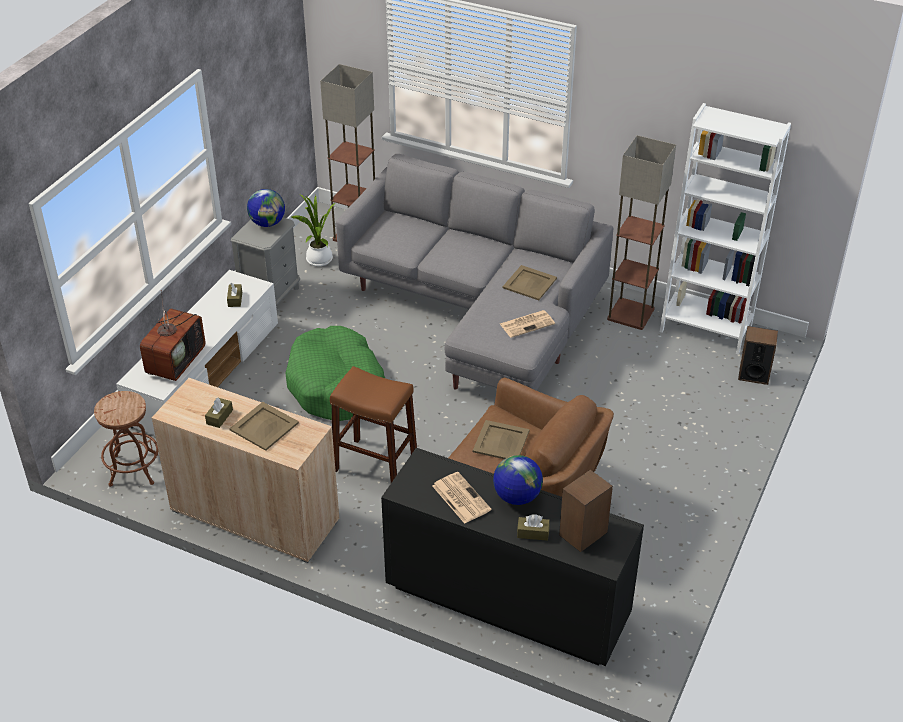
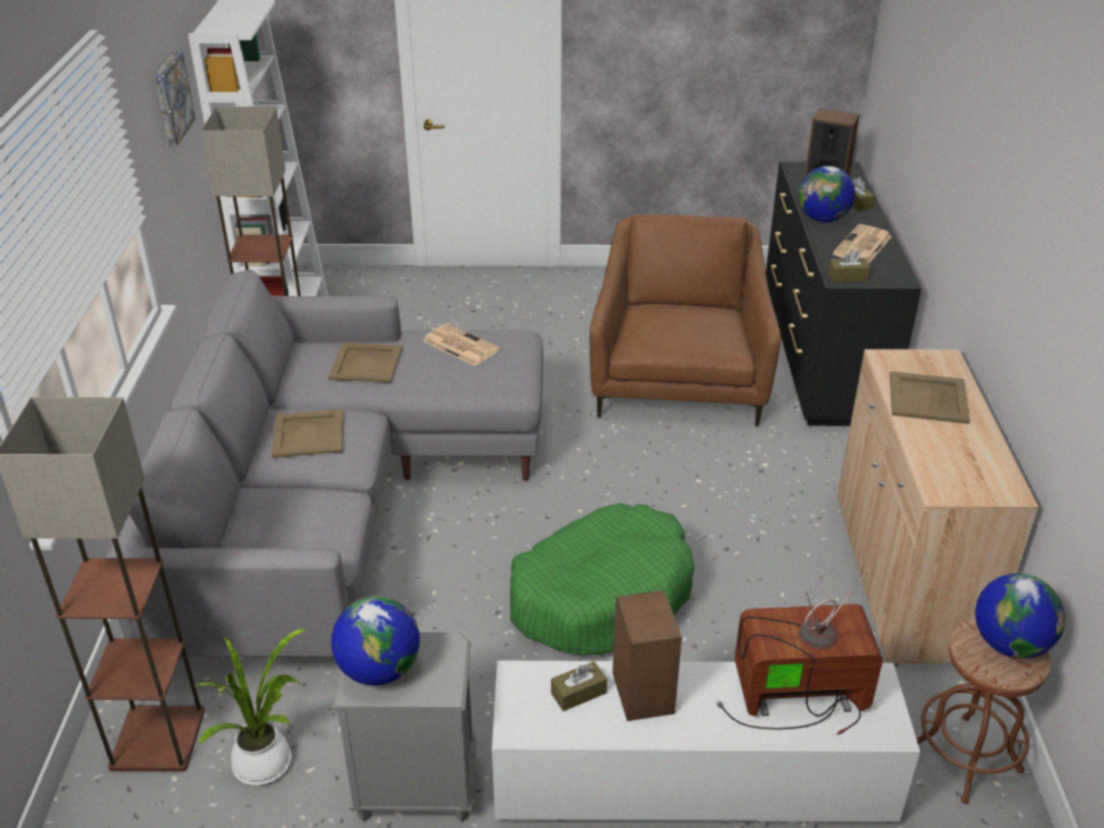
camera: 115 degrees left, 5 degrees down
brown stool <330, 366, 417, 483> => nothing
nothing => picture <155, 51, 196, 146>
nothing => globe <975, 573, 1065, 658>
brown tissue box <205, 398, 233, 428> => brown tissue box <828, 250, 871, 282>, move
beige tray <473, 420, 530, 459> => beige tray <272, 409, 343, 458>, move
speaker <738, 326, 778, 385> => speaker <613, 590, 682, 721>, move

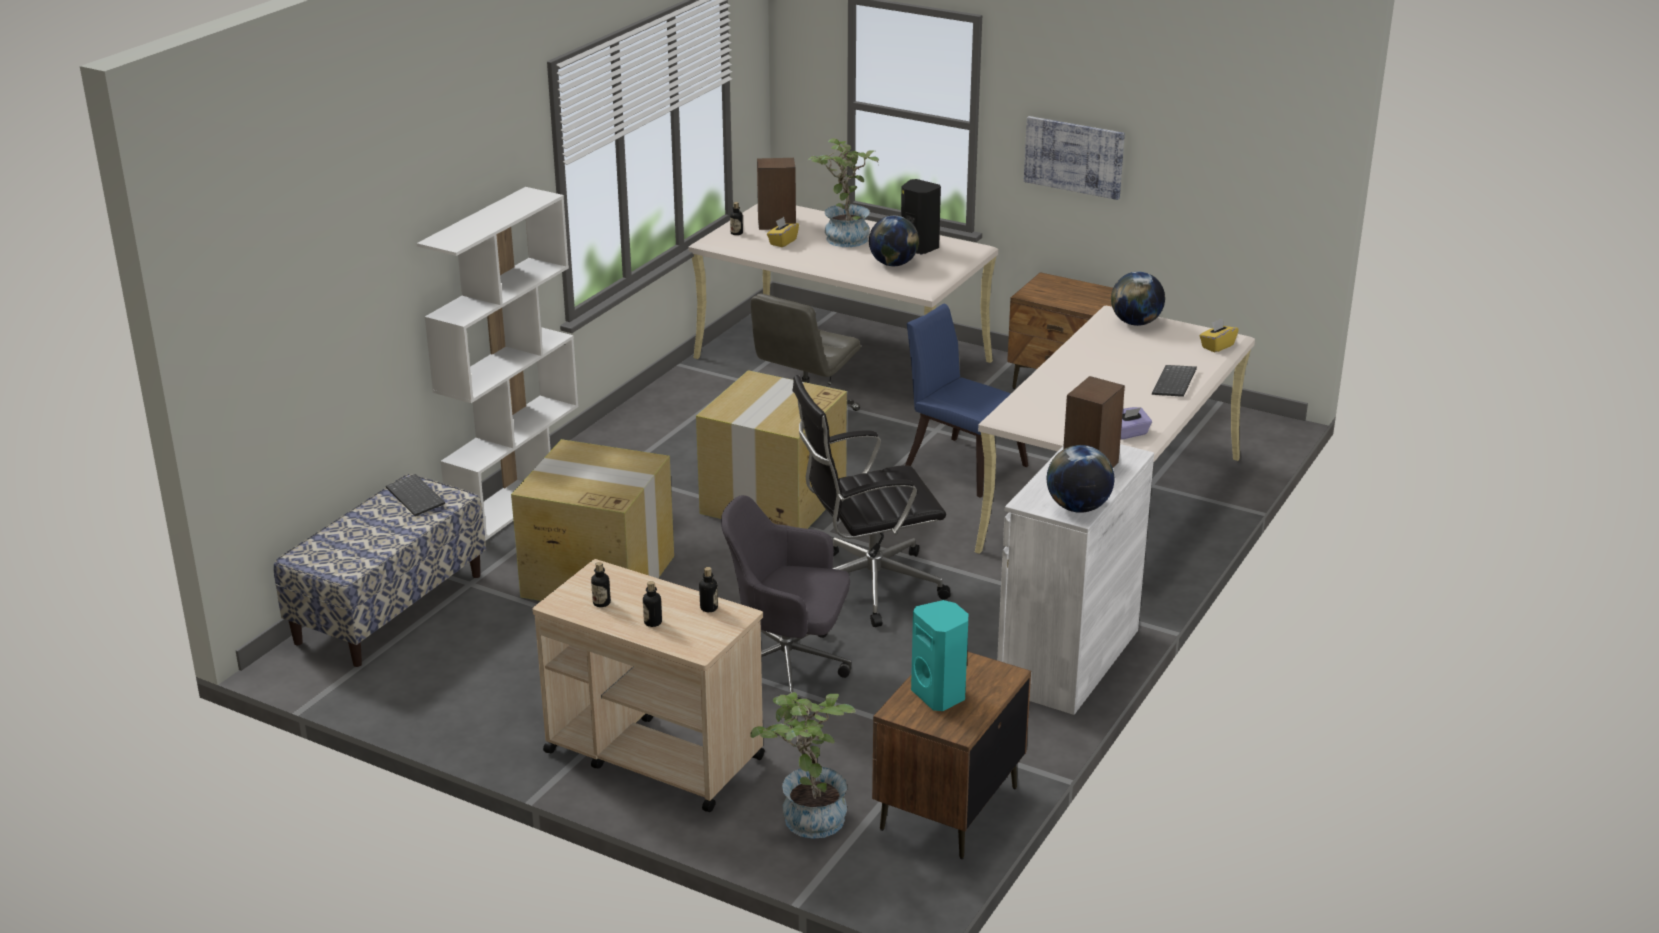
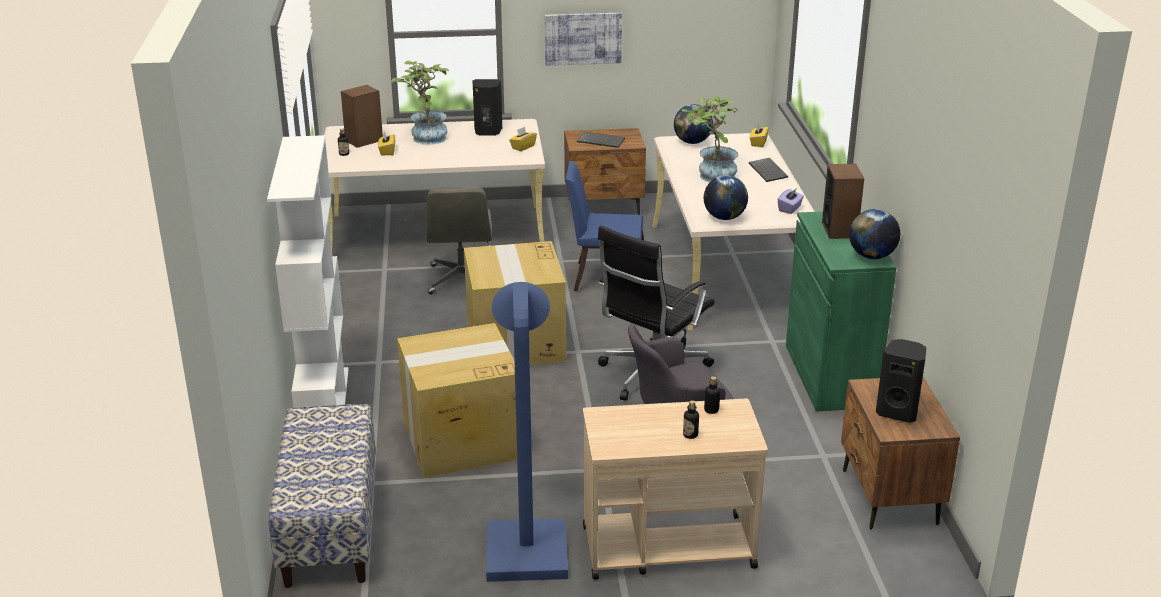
camera: 35 degrees left, 0 degrees up
bottle <591, 562, 611, 607> => nothing
nothing => blue floor lamp <486, 282, 568, 582>
nothing => yellow tissue box <509, 127, 537, 151>
keyboard <386, 474, 445, 516> => keyboard <577, 132, 625, 148>, move
potted plant <751, 692, 856, 839> => potted plant <681, 96, 738, 182>, move
globe <869, 216, 919, 266> => globe <704, 175, 748, 220>, move
turquoise speaker <911, 600, 968, 711> => black speaker <876, 339, 926, 423>
white cabinet <997, 444, 1154, 715> => green cabinet <786, 211, 896, 411>

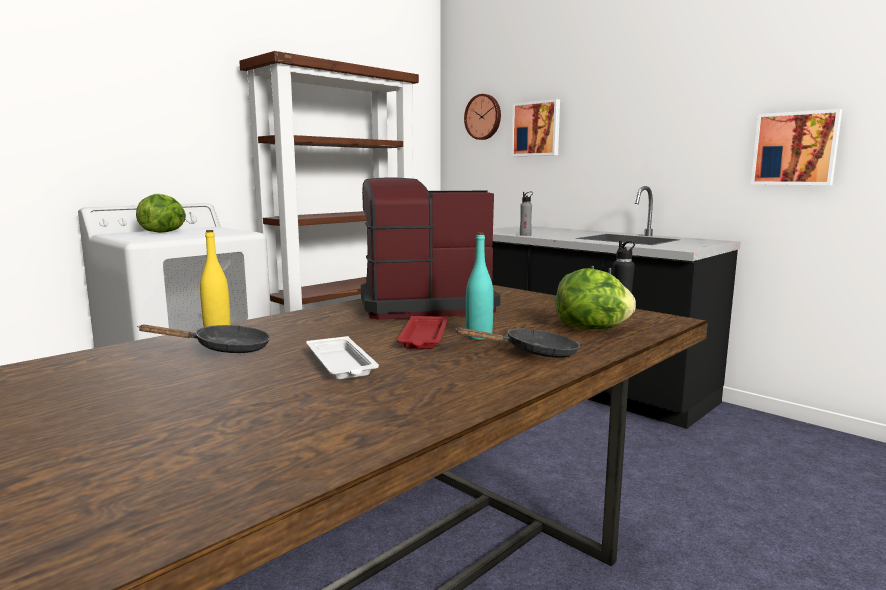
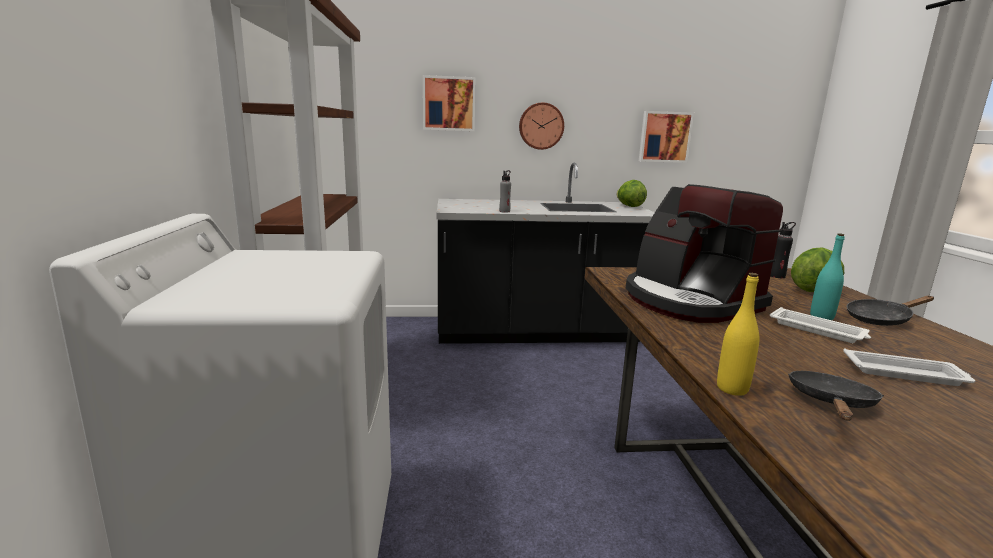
camera: 50 degrees left, 5 degrees up
lettuce <136, 194, 186, 233> => lettuce <617, 180, 647, 207>, move
wall clock <464, 94, 501, 140> => wall clock <519, 102, 564, 150>, move
red tray <397, 316, 448, 349> => white tray <770, 307, 871, 343>
coffee machine <361, 177, 500, 320> => coffee machine <626, 184, 783, 323>, 60 degrees counterclockwise
black frying pan <455, 328, 580, 358> => black frying pan <846, 296, 934, 326>, 135 degrees counterclockwise

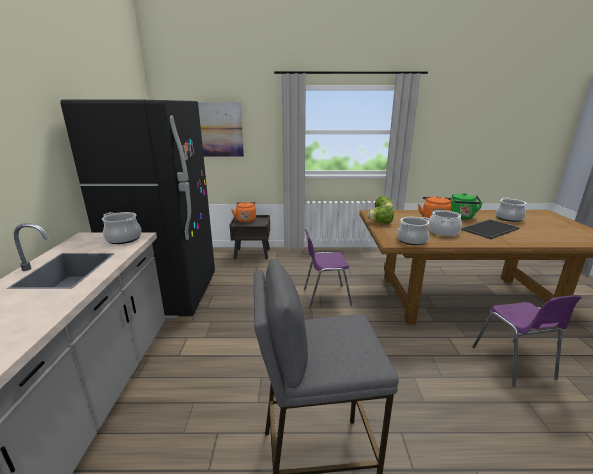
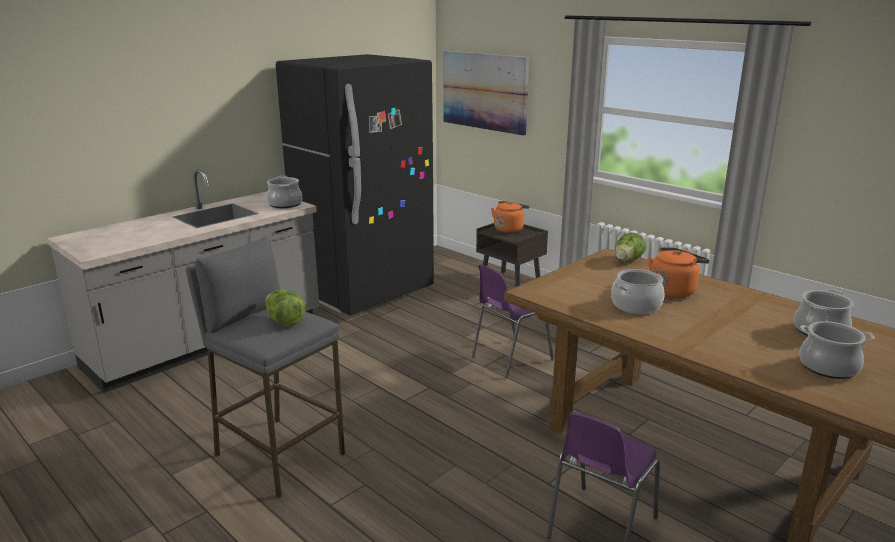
camera: 45 degrees right, 0 degrees up
green kettle <450, 193, 483, 219> => nothing
tray <461, 219, 519, 239> => nothing
lettuce <367, 206, 394, 224> => lettuce <265, 290, 305, 327>, move
cooking pot <397, 217, 430, 245> => cooking pot <799, 321, 874, 379>, move
purple chair <304, 229, 352, 308> => purple chair <472, 264, 554, 378>, 75 degrees counterclockwise

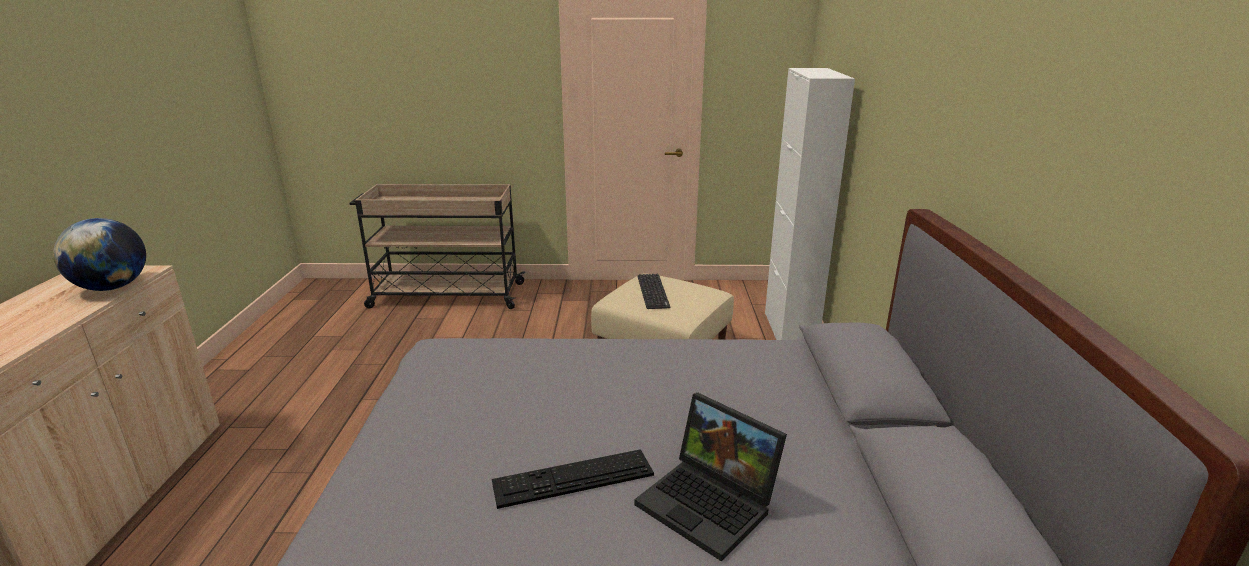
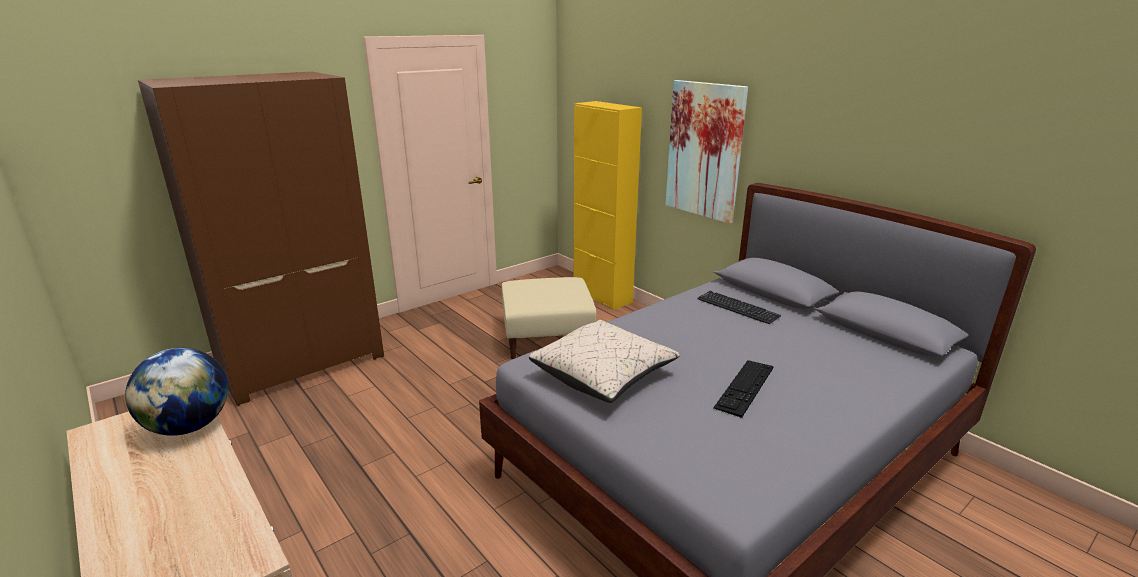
camera: 40 degrees left, 0 degrees up
laptop <634, 393, 787, 562> => nothing
nothing => beige pillow <529, 320, 680, 403>
nothing => picture <665, 80, 748, 224>
keyboard <637, 274, 671, 309> => keyboard <697, 291, 781, 324>, move
beige cart <350, 184, 526, 309> => brown wardrobe <138, 72, 384, 406>
white cabinet <765, 68, 855, 340> => yellow cabinet <574, 101, 642, 310>

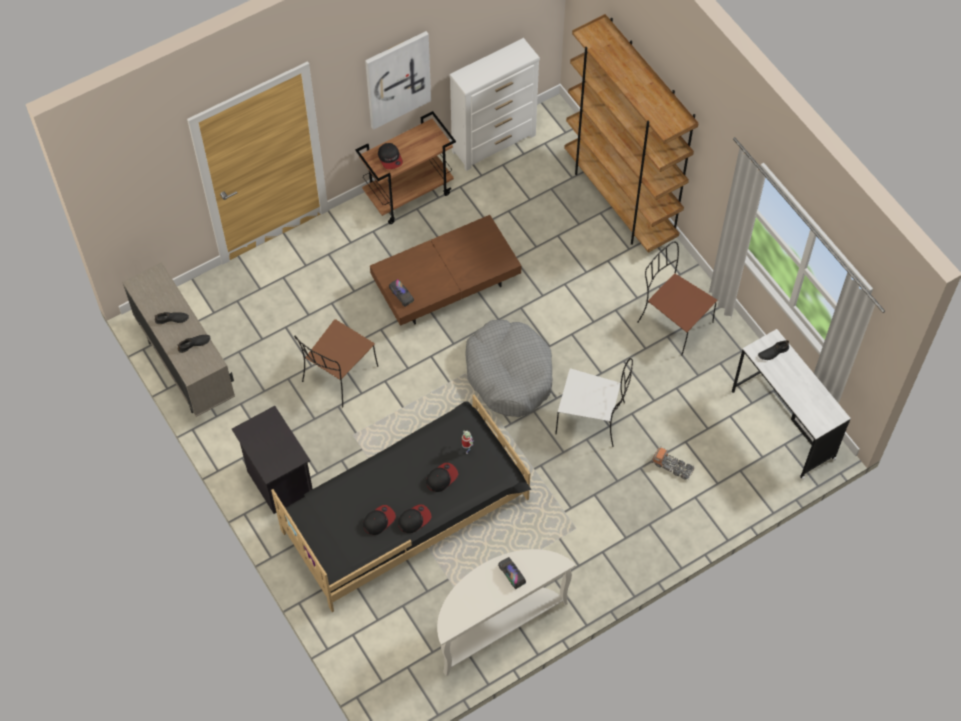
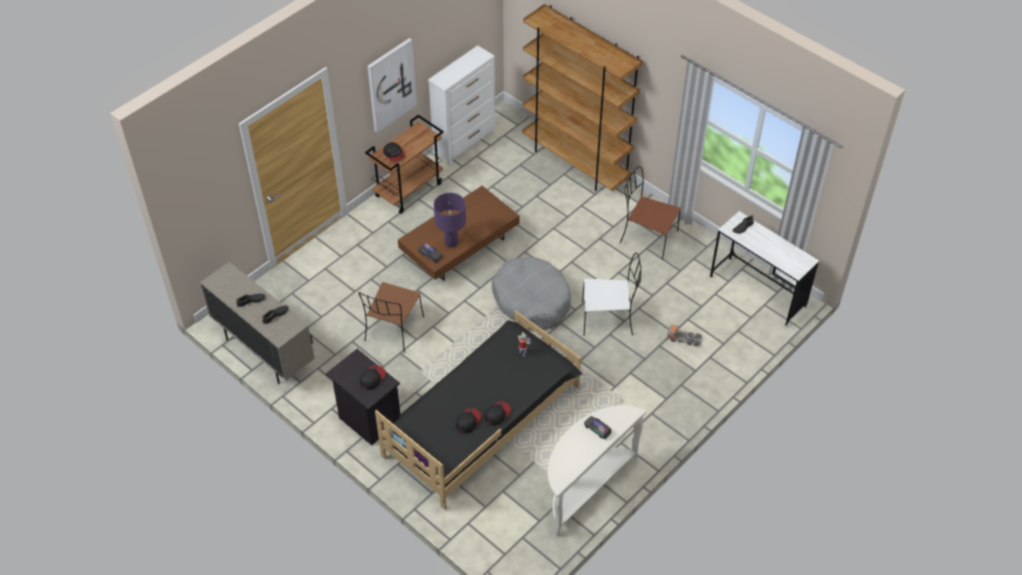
camera: 15 degrees left, 10 degrees down
nothing => purple table lamp <434, 193, 466, 247>
cap <426, 463, 458, 492> => cap <360, 365, 386, 390>, move

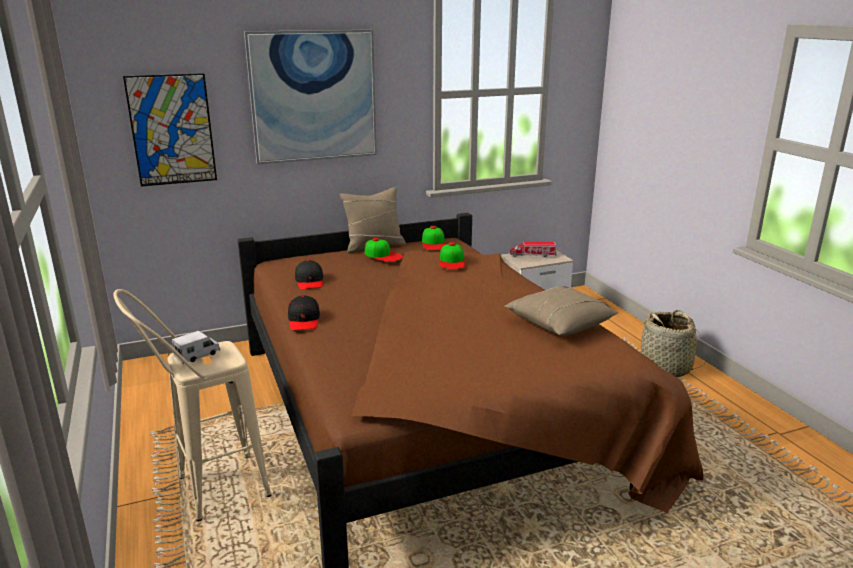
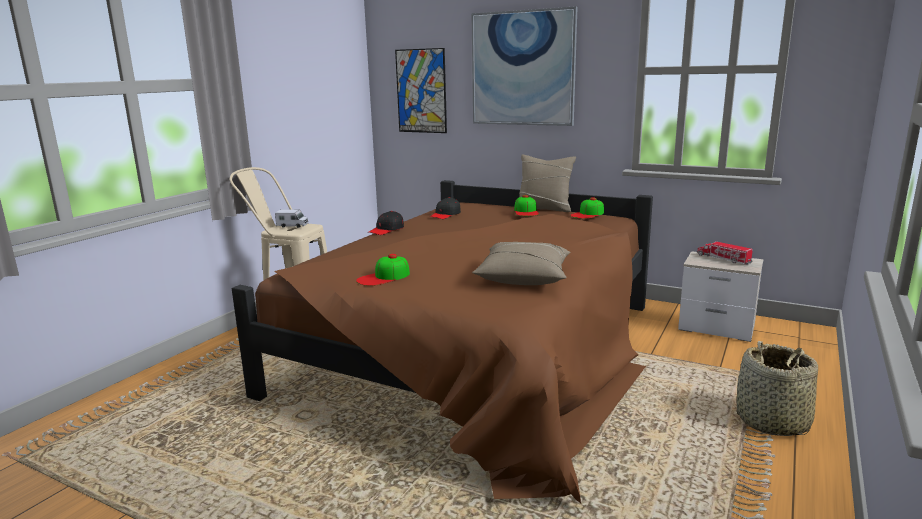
camera: 50 degrees right, 5 degrees down
cap <440, 242, 465, 269> => cap <356, 254, 410, 286>, move

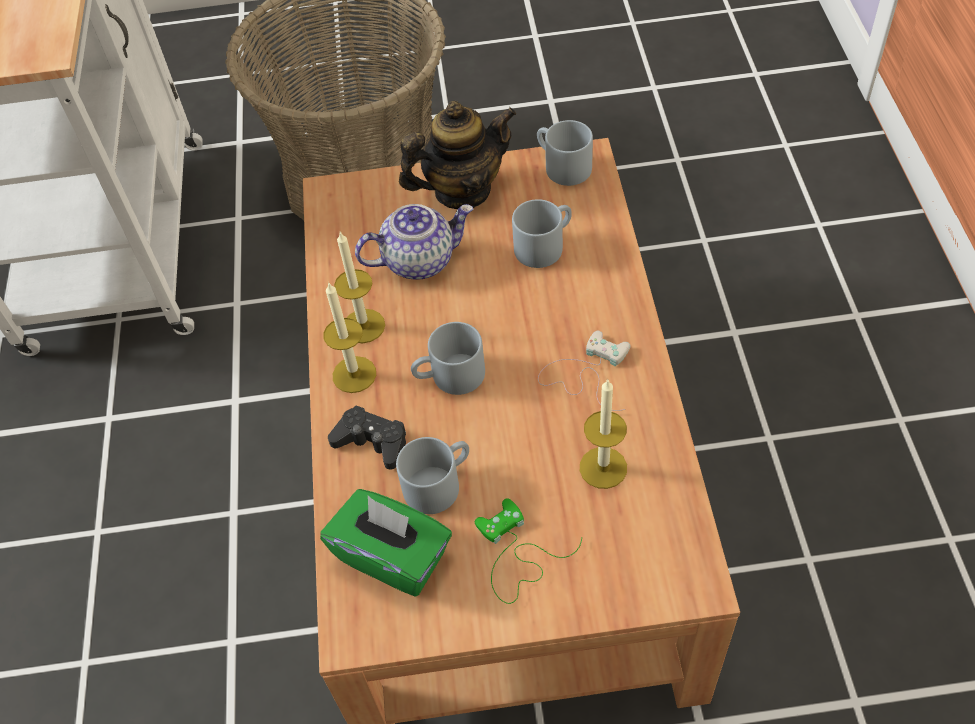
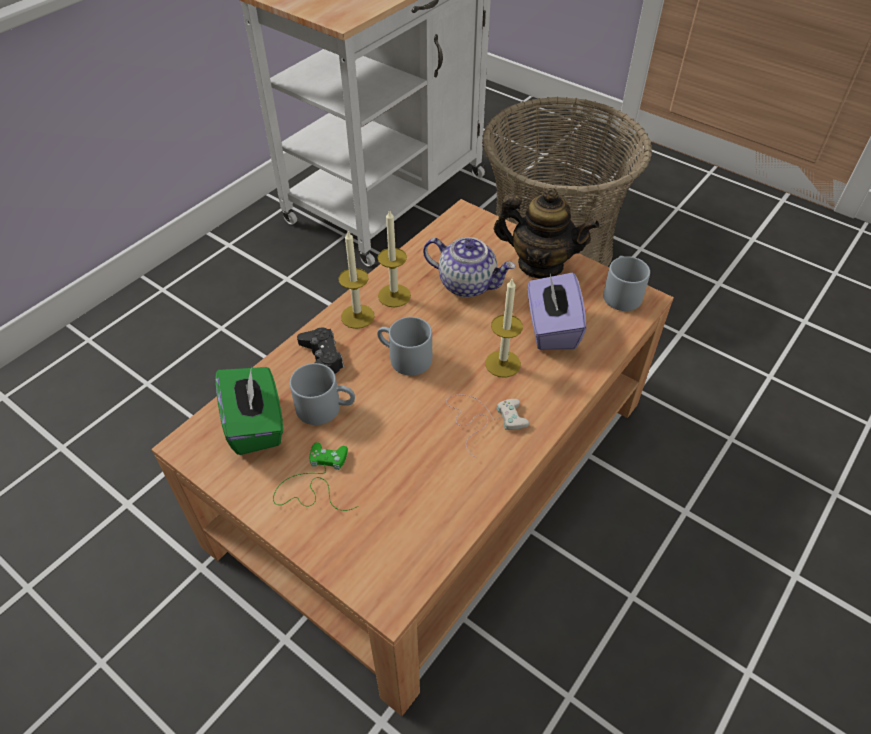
camera: 40 degrees right, 5 degrees down
candle <580, 380, 627, 489> => candle <485, 279, 523, 378>, move
grey mug <512, 199, 572, 268> => purple tissue box <528, 273, 586, 350>

